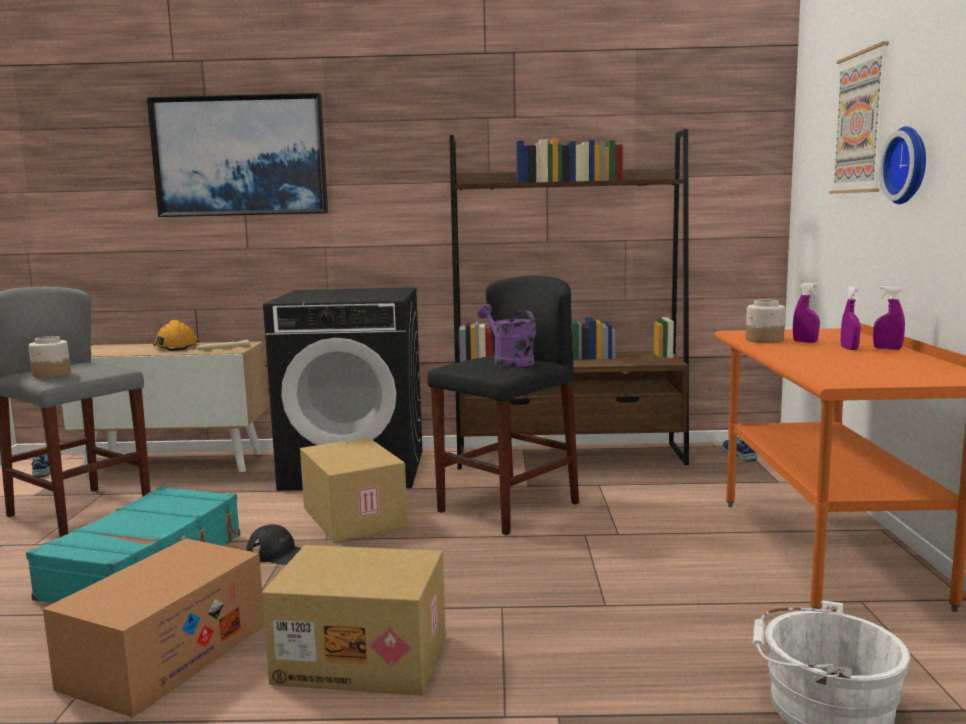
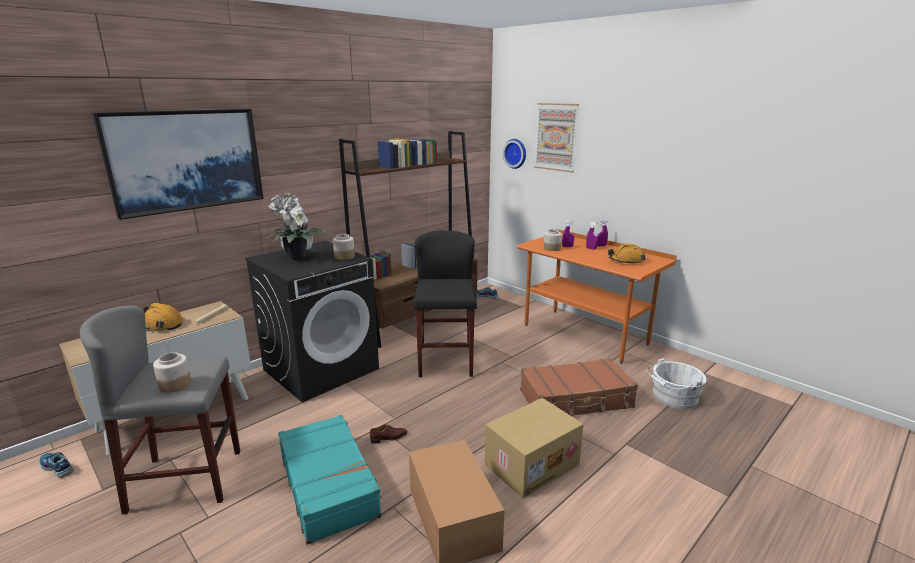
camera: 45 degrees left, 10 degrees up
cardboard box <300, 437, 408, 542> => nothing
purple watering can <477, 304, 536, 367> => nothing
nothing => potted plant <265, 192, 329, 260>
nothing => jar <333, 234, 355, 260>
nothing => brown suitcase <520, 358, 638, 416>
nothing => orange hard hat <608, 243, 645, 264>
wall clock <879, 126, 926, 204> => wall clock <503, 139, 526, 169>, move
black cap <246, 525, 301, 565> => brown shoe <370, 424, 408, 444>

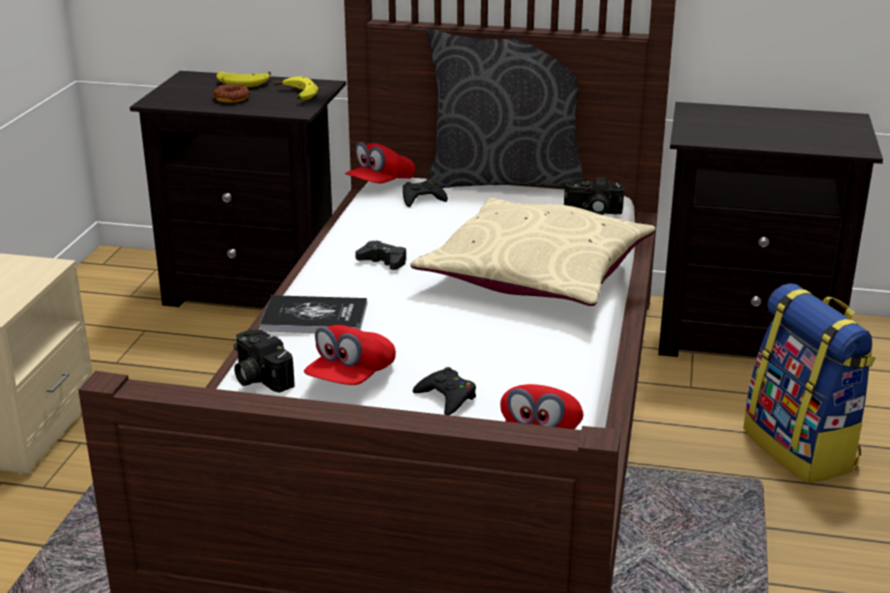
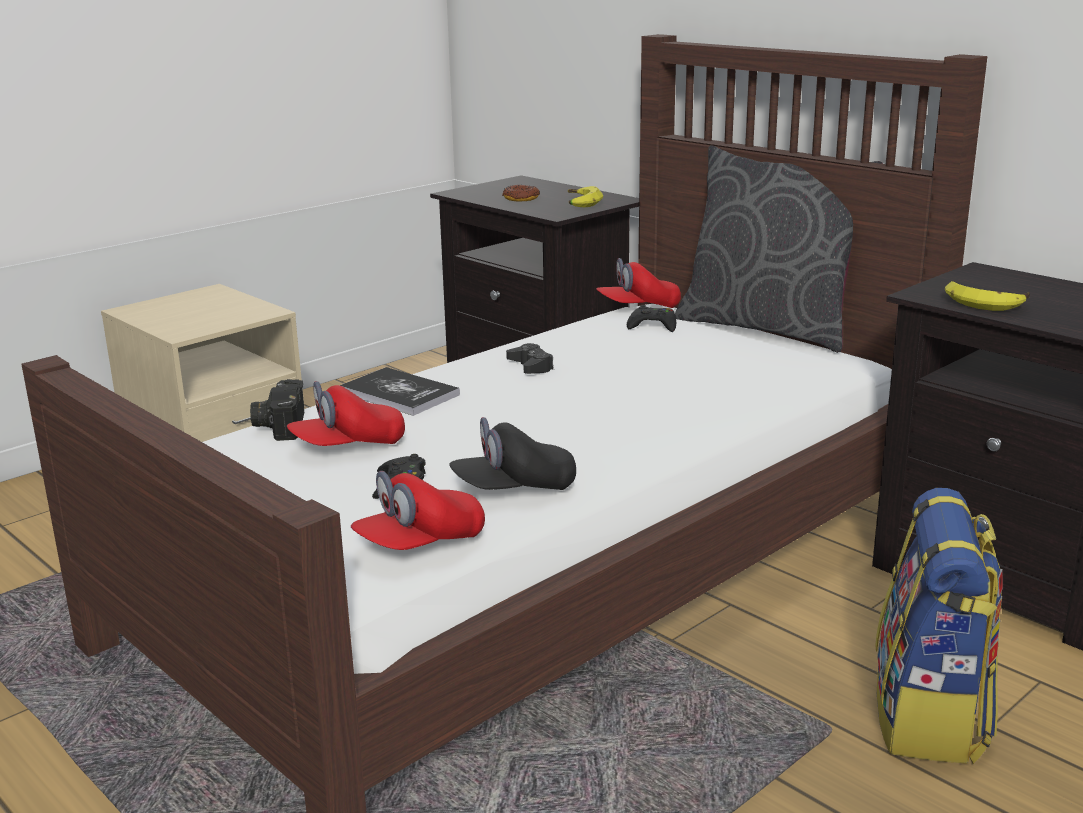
camera: 35 degrees right, 5 degrees down
beige pillow <411, 197, 656, 306> => nothing
photo camera <564, 177, 625, 215> => nothing
nothing => black cap <449, 417, 576, 490>
banana <216, 71, 271, 87> => banana <945, 281, 1030, 311>, move

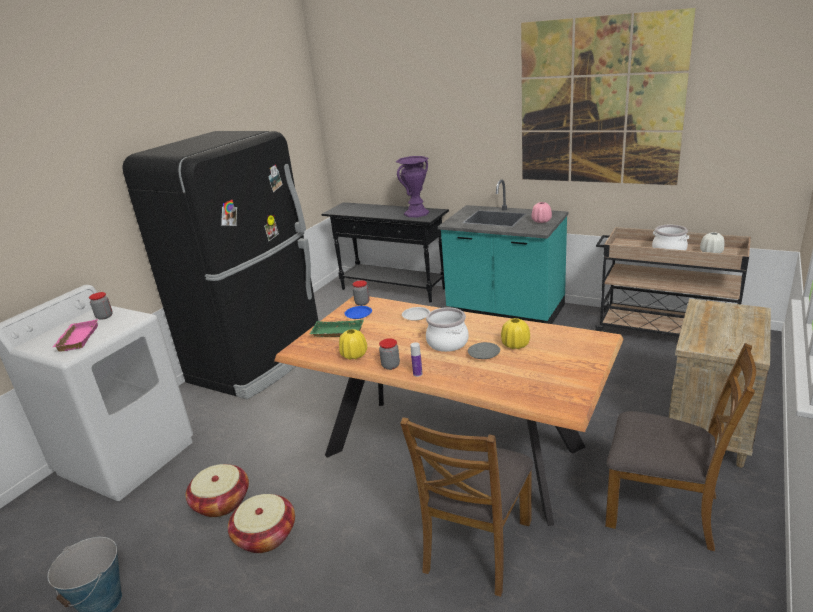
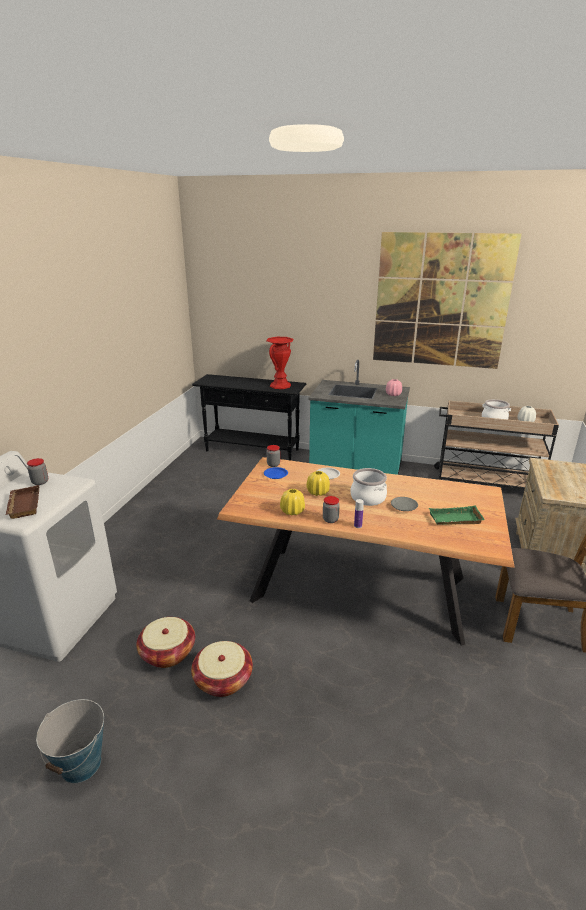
camera: 15 degrees left, 0 degrees up
black fridge <122, 131, 318, 399> => nothing
brown chair <400, 417, 533, 597> => nothing
green tray <310, 319, 364, 337> => green tray <429, 506, 485, 525>, move
yellow vase <501, 318, 530, 349> => yellow vase <306, 471, 330, 496>, move
pink tray <53, 319, 98, 352> => brown tray <6, 485, 39, 519>
purple vase <396, 156, 429, 217> => red vase <266, 337, 294, 389>

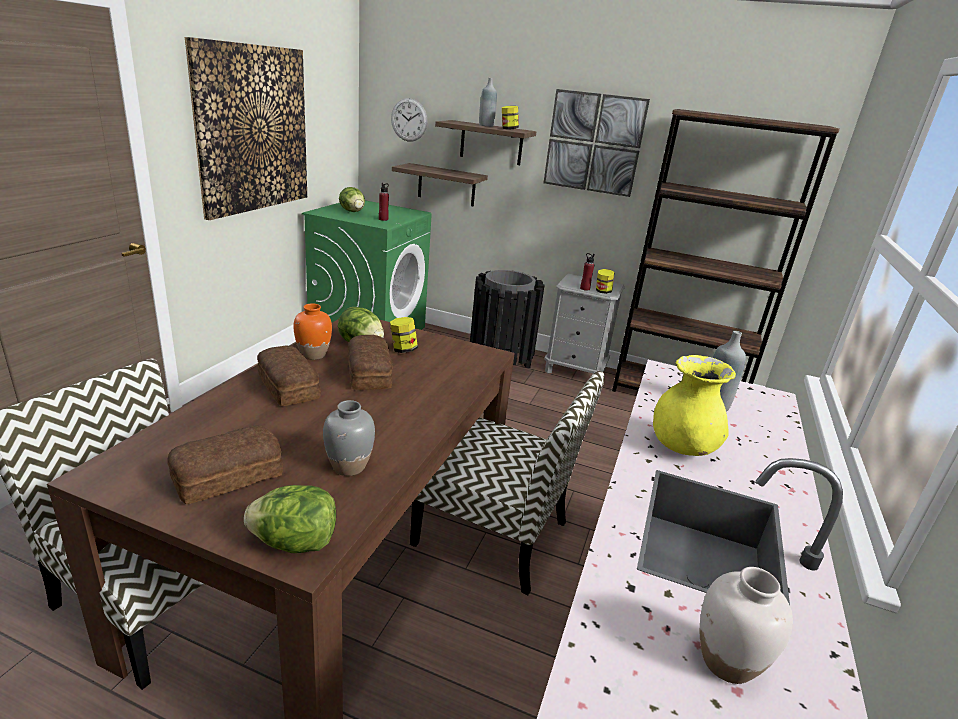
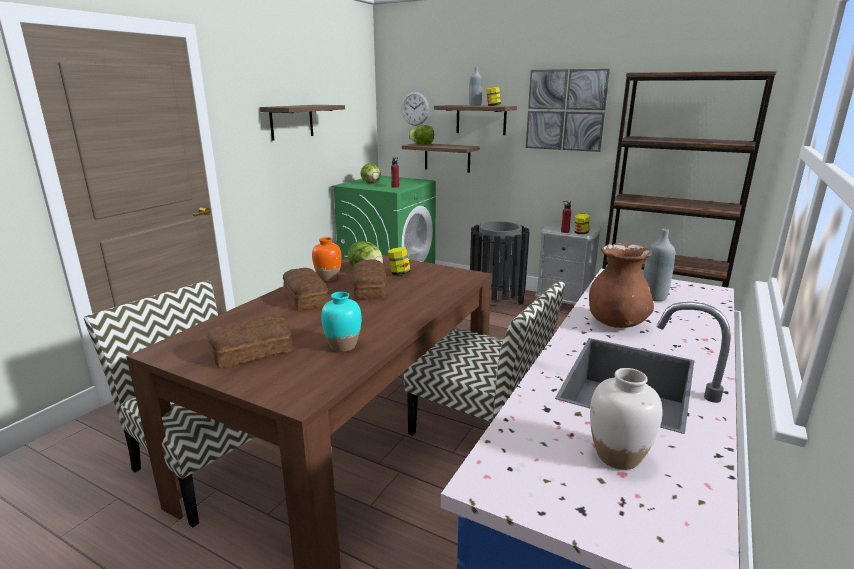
camera: 10 degrees right, 5 degrees down
lettuce <244, 485, 336, 553> => lettuce <409, 125, 434, 145>, move
picture <185, 37, 307, 220> => shelf <260, 105, 345, 141>
grey vase <323, 400, 375, 476> => turquoise vase <321, 292, 361, 352>
yellow vase <653, 355, 736, 456> => brown vase <589, 243, 654, 328>

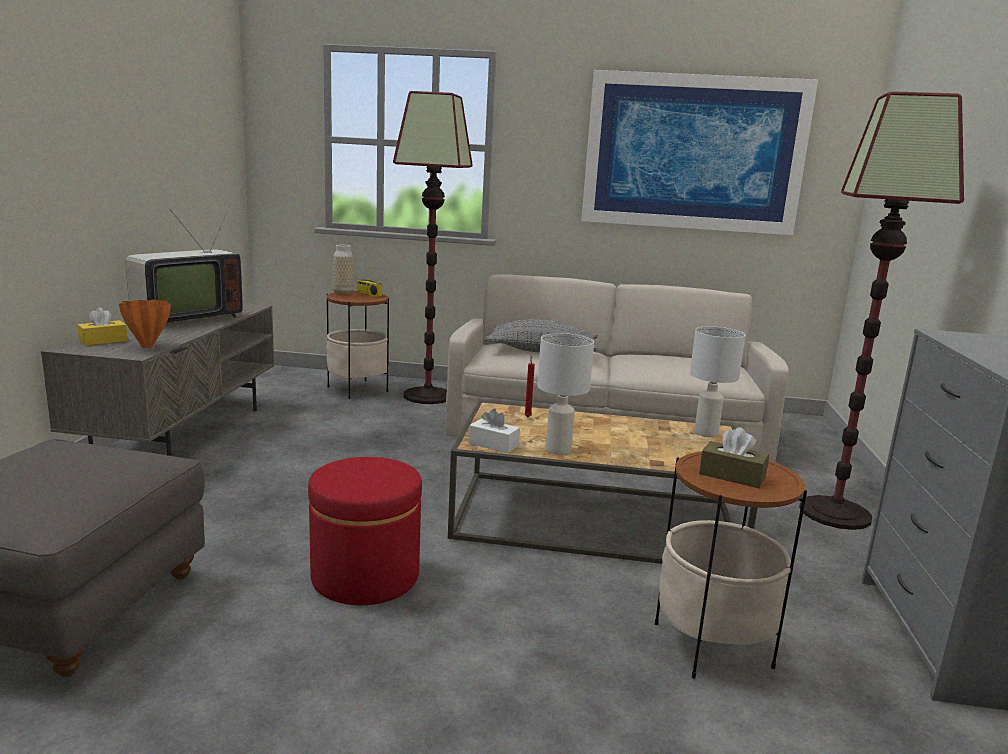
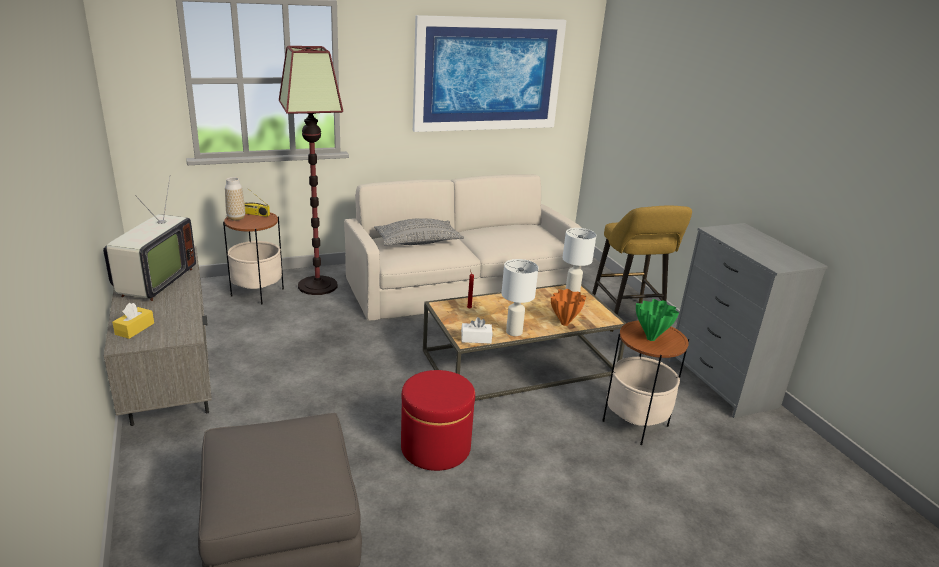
camera: 30 degrees left, 10 degrees up
orange vase <119, 299, 171, 348> => orange vase <551, 289, 586, 326>, move
brown tissue box <699, 427, 769, 488> => green vase <636, 299, 679, 341>
floor lamp <799, 91, 964, 530> => yellow stool <592, 206, 692, 332>

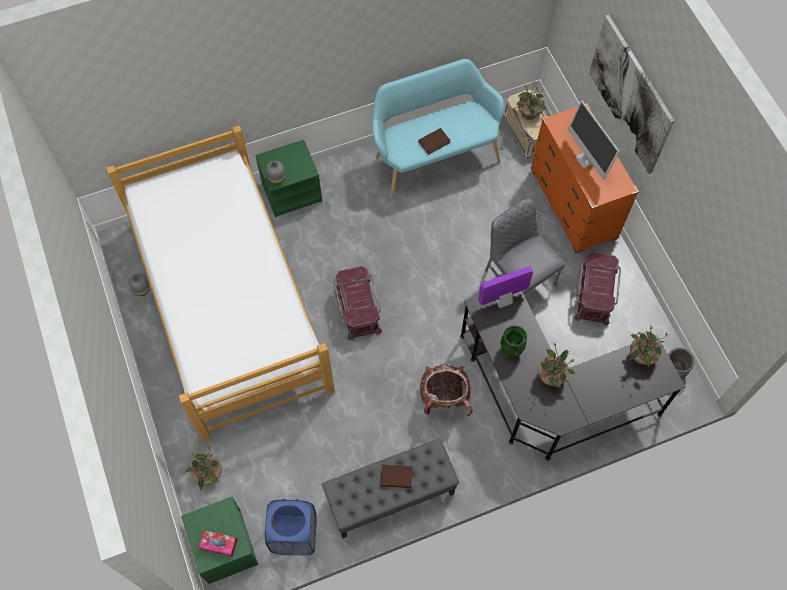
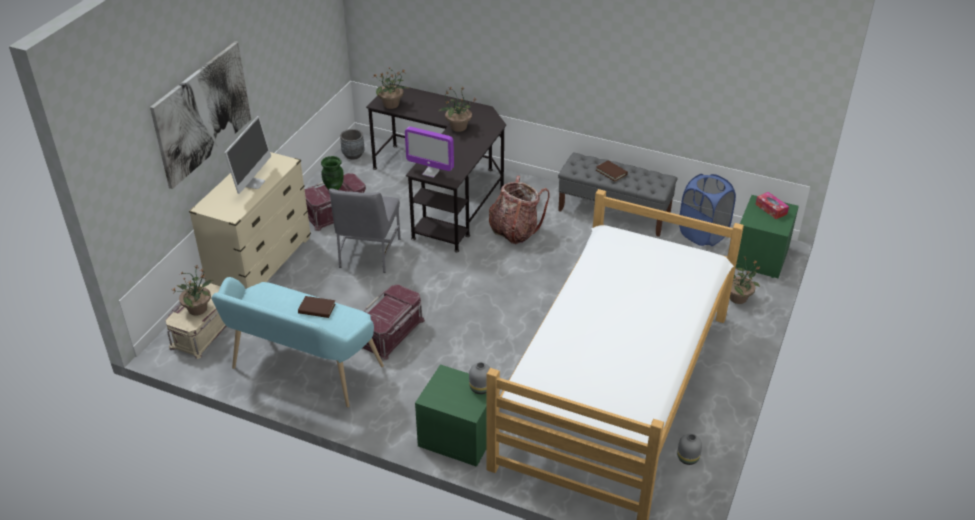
camera: 135 degrees left, 25 degrees down
red storage box <333, 266, 382, 341> => red storage box <363, 285, 425, 361>, move
green vase <500, 325, 527, 357> => green vase <321, 156, 344, 190>, move
orange dresser <531, 103, 639, 254> => beige dresser <189, 152, 311, 289>

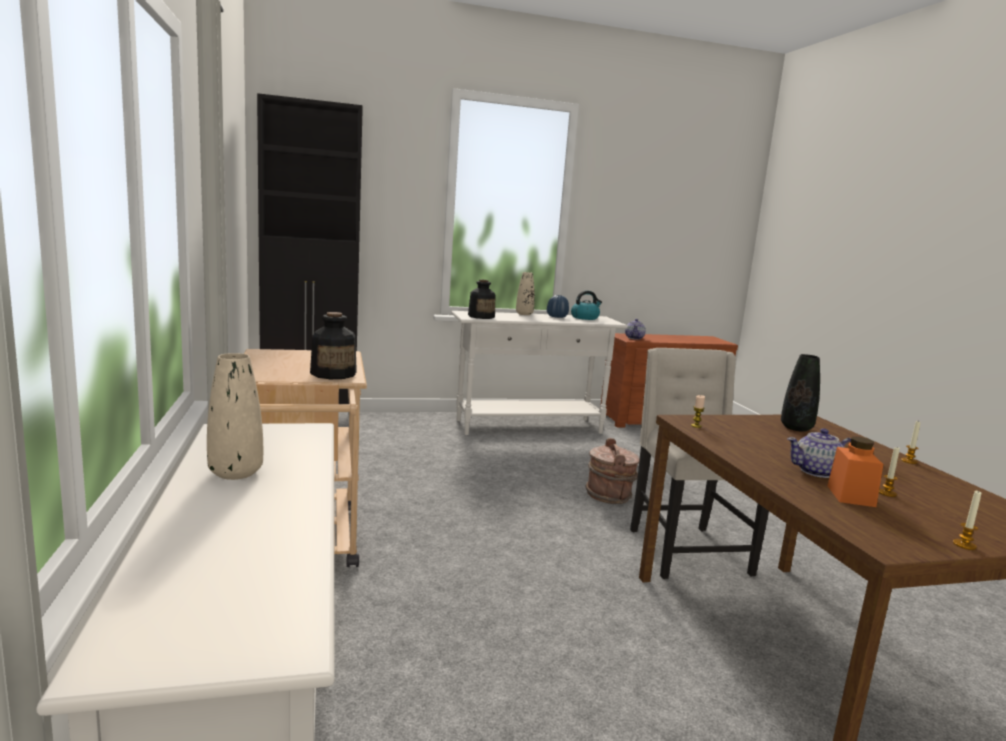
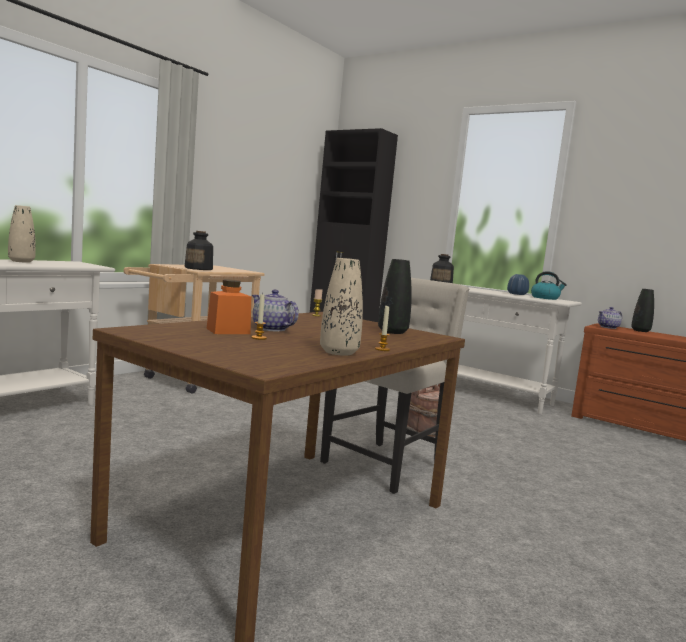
camera: 50 degrees right, 5 degrees down
candle <953, 490, 981, 550> => nothing
nothing => black vase <631, 289, 654, 332>
beige vase <516, 272, 535, 315> => beige vase <320, 258, 363, 356>, move

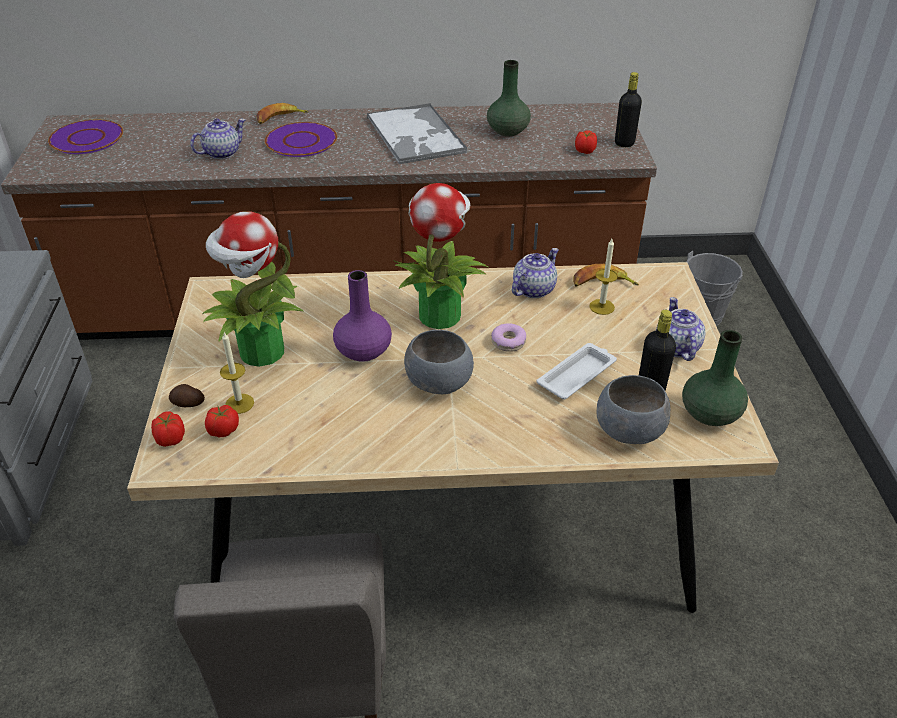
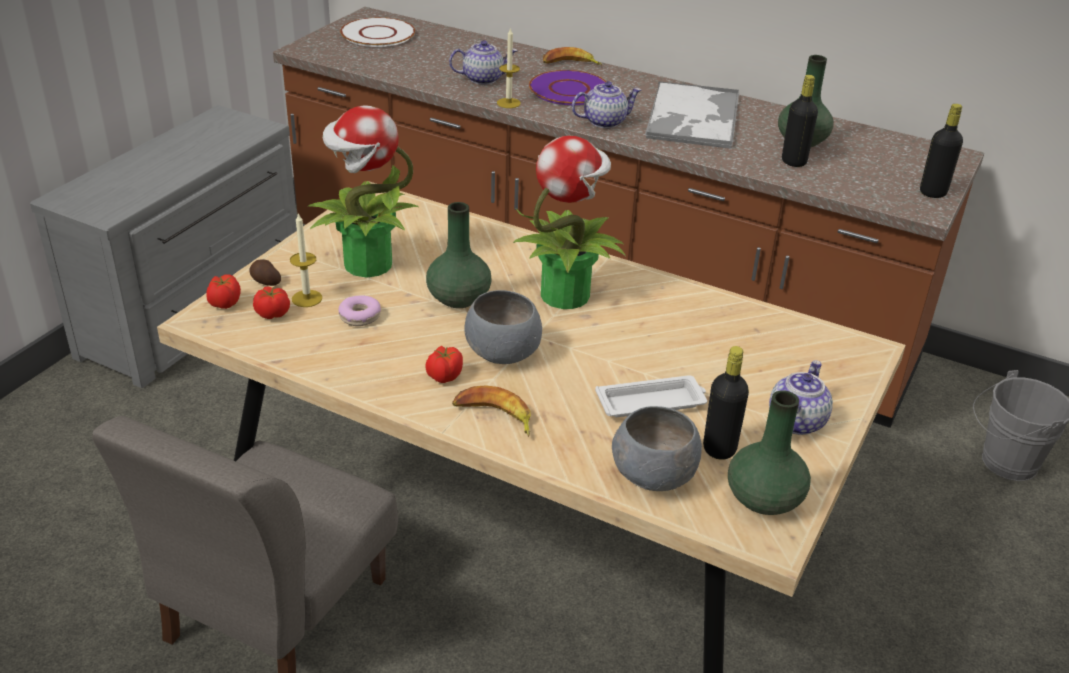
camera: 30 degrees right, 5 degrees down
nothing => black bottle <782, 75, 818, 167>
donut <491, 323, 526, 352> => donut <339, 295, 381, 326>, move
teapot <512, 248, 559, 298> => teapot <572, 81, 641, 128>, move
banana <573, 264, 639, 286> => banana <452, 386, 531, 437>, move
tomato <575, 130, 597, 154> => tomato <425, 346, 463, 383>, move
candle <589, 239, 618, 315> => candle <497, 27, 521, 108>, move
purple plate <48, 120, 123, 154> => white plate <340, 17, 415, 47>
purple vase <333, 270, 392, 362> => green vase <426, 202, 492, 308>

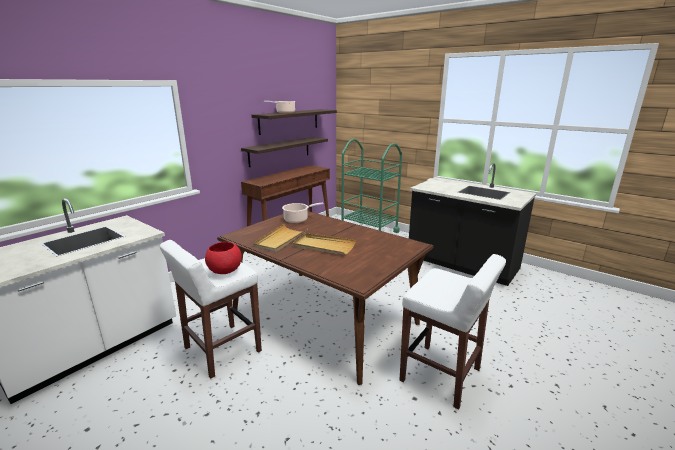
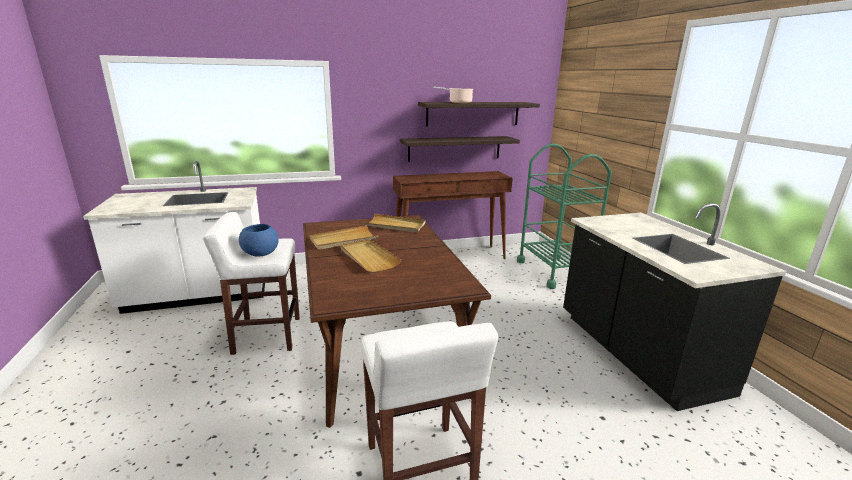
camera: 35 degrees right, 0 degrees up
cooking pot <282, 202, 324, 223> => beige tray <363, 214, 426, 233>
red bowl <205, 242, 242, 274> => blue bowl <239, 224, 279, 256>

